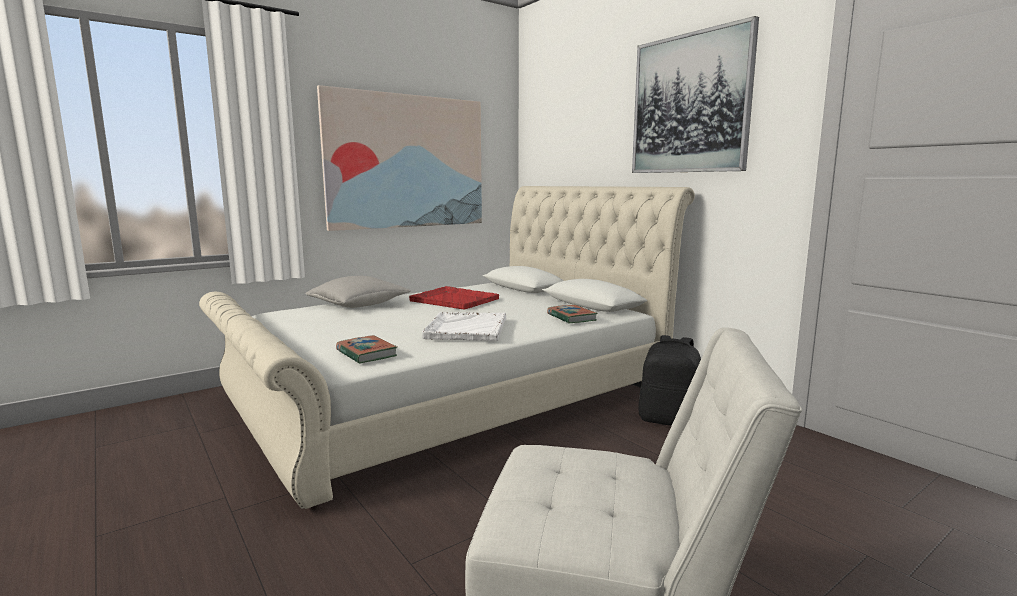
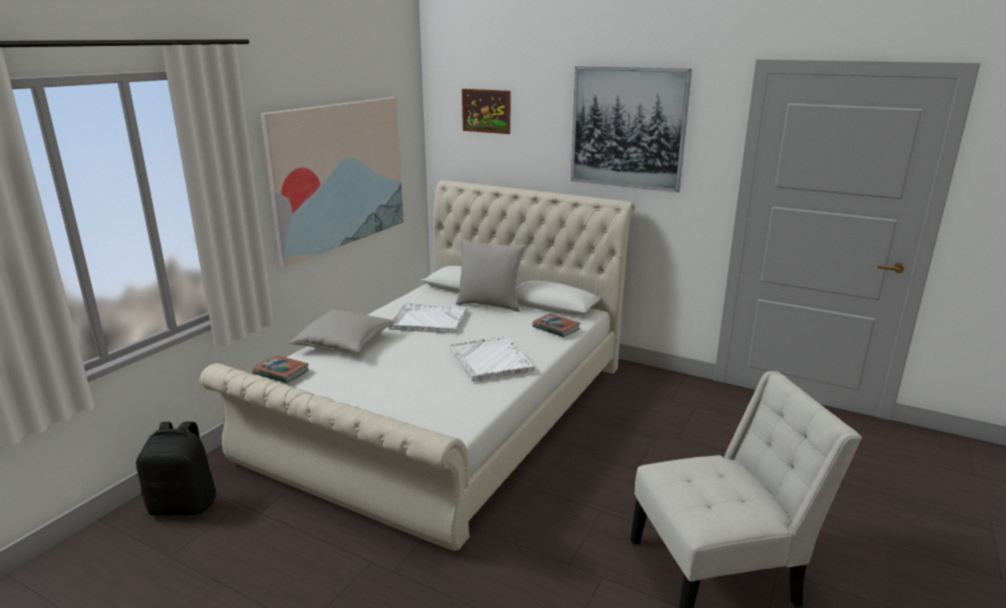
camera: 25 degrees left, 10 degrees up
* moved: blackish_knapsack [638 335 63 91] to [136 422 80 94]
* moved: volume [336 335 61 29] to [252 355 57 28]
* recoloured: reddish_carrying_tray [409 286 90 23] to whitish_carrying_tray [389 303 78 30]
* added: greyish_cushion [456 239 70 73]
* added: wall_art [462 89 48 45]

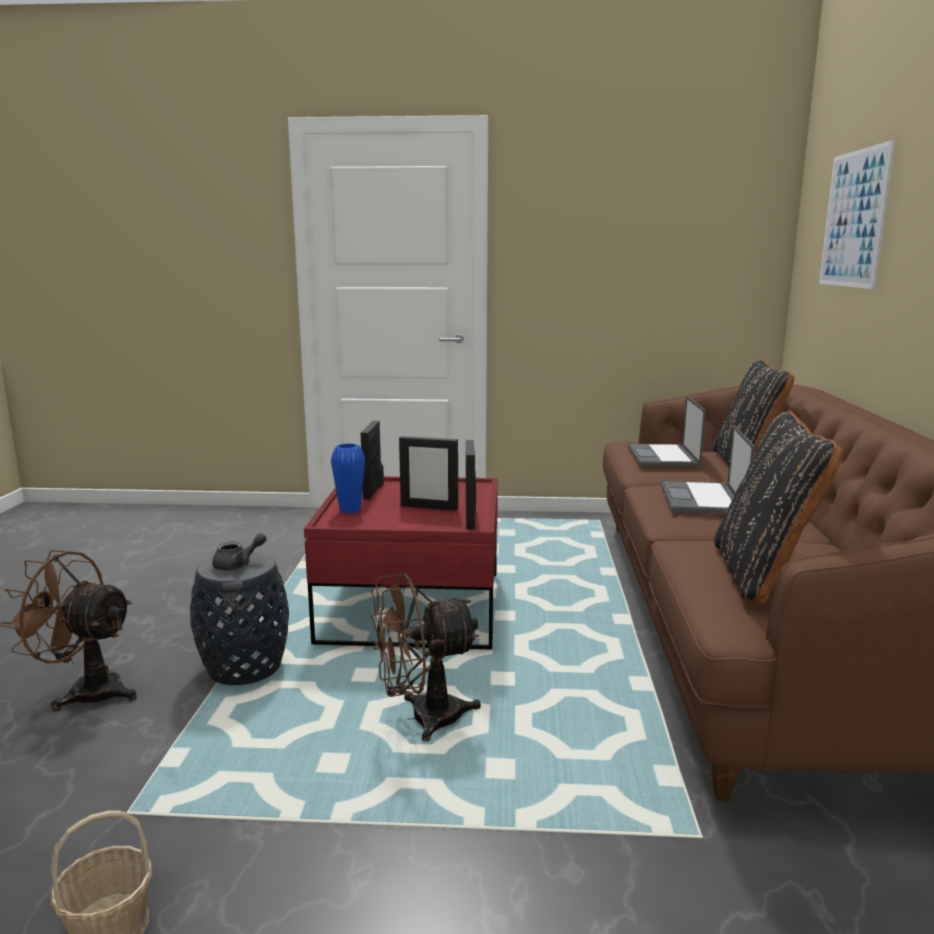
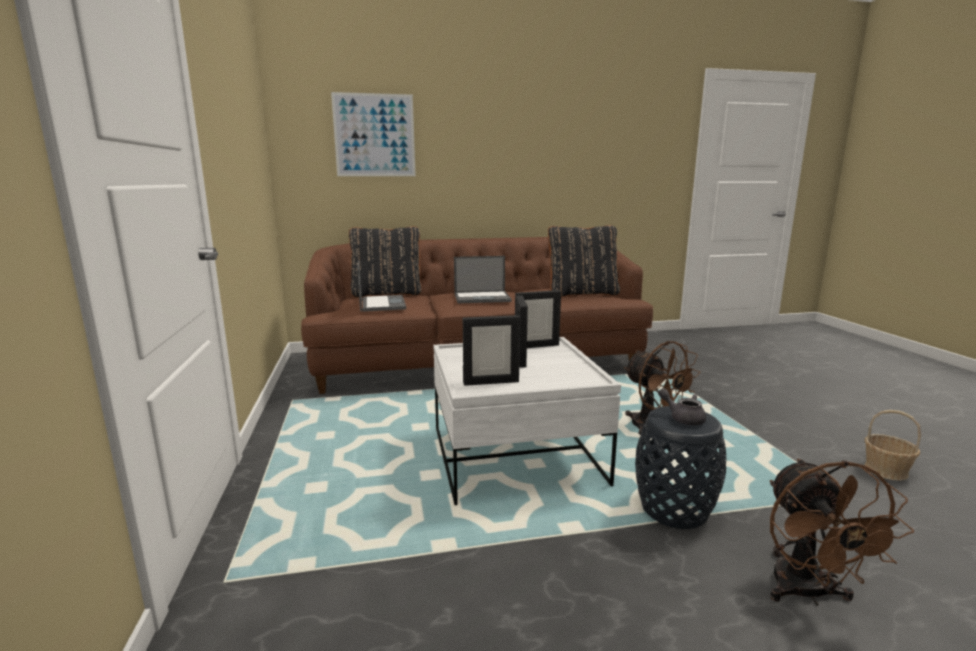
camera: 105 degrees left, 0 degrees up
* turned: portable_computer [628 396 78 71] = [357 260 49 52] 90 degrees counterclockwise
* recoloured: reddish_lounge_table [304 476 194 174] to whitish_lounge_table [434 337 187 168]
* removed: blue_decorative_vase [331 443 34 70]

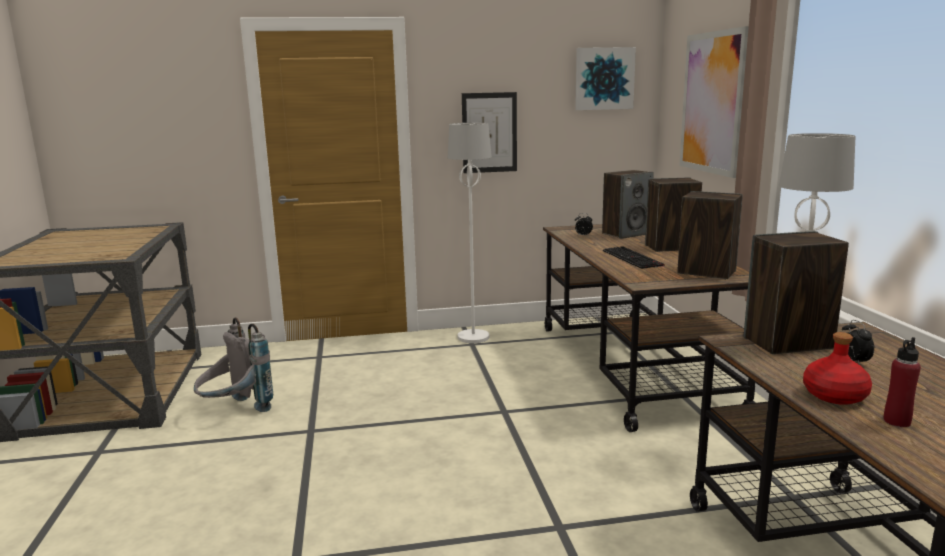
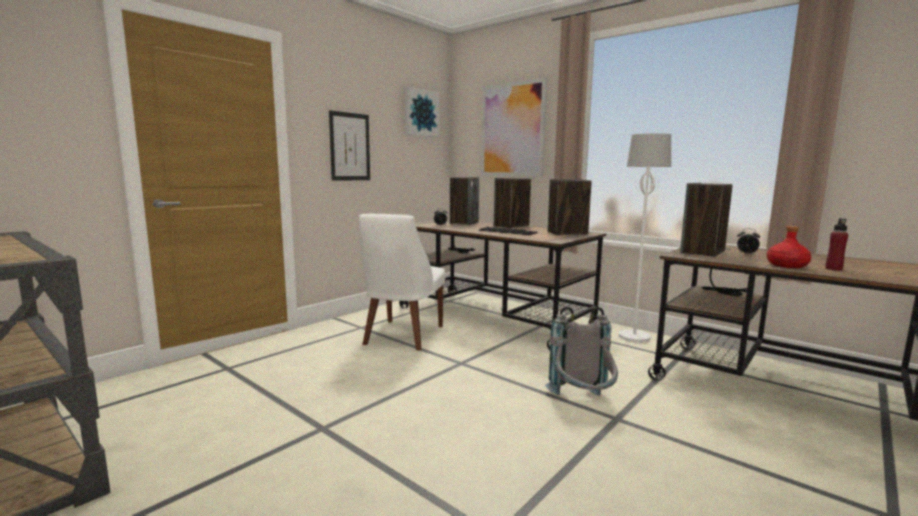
camera: 40 degrees left, 5 degrees down
* added: whitish_chair [359 214 86 137]
* moved: greyish_knapsack [194 318 79 94] to [545 307 73 89]
* removed: whitish_floor_lamp [448 123 44 220]

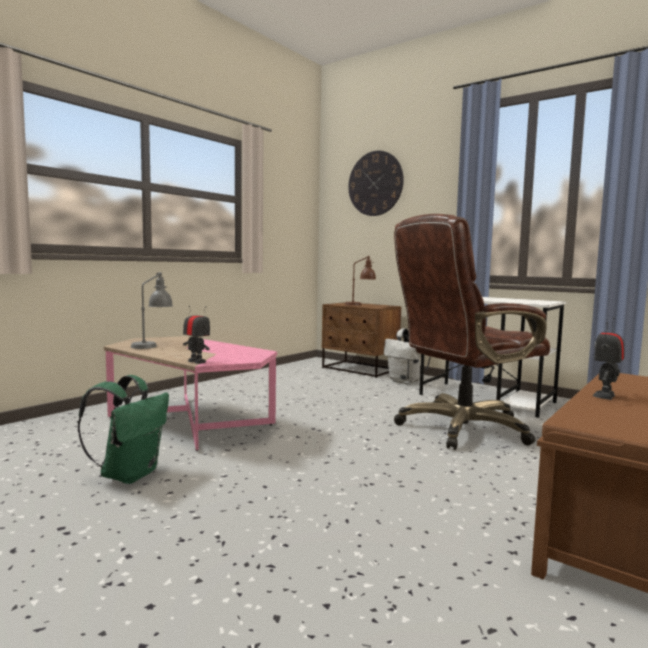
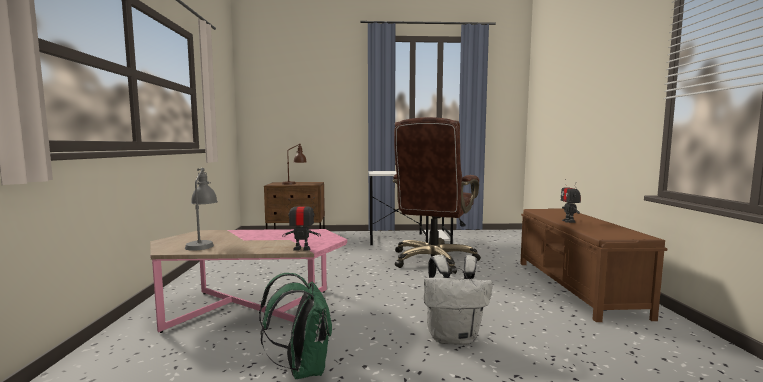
camera: 40 degrees left, 0 degrees up
* moved: whitish_knapsack [384 328 47 56] to [424 255 69 90]
* removed: hanging_clock [348 151 56 65]

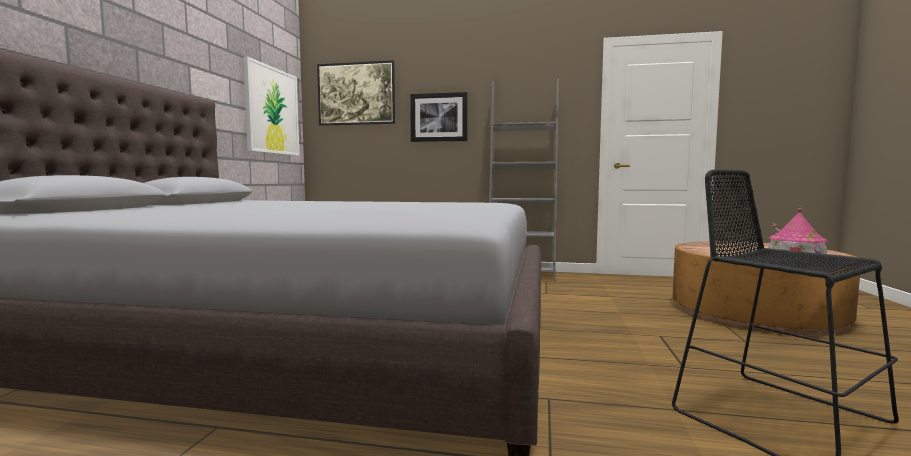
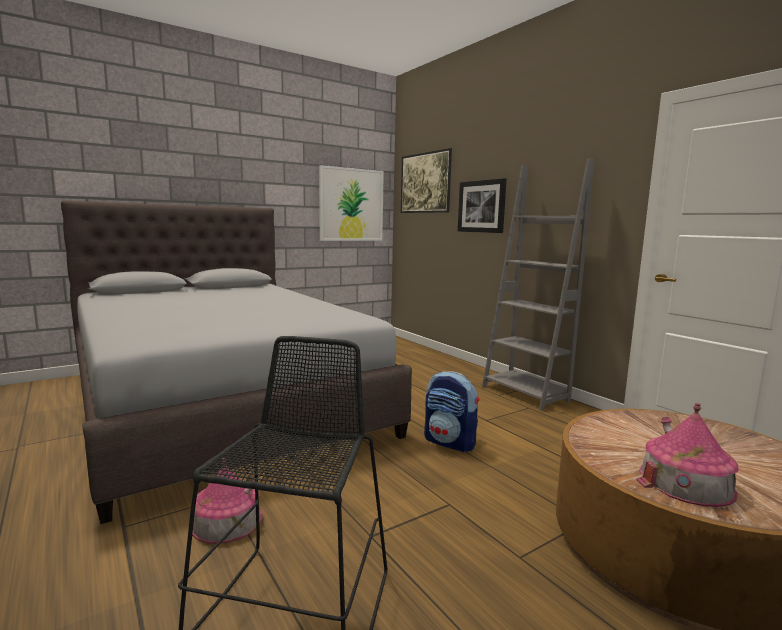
camera: 45 degrees right, 5 degrees up
* added: toy_house [192 458 70 86]
* added: knapsack [424 371 55 81]

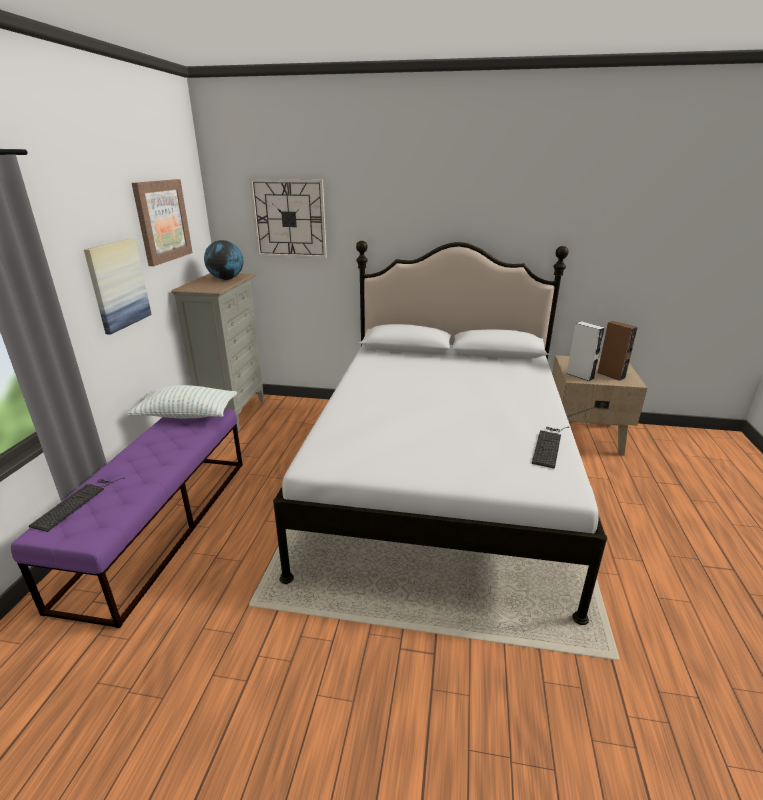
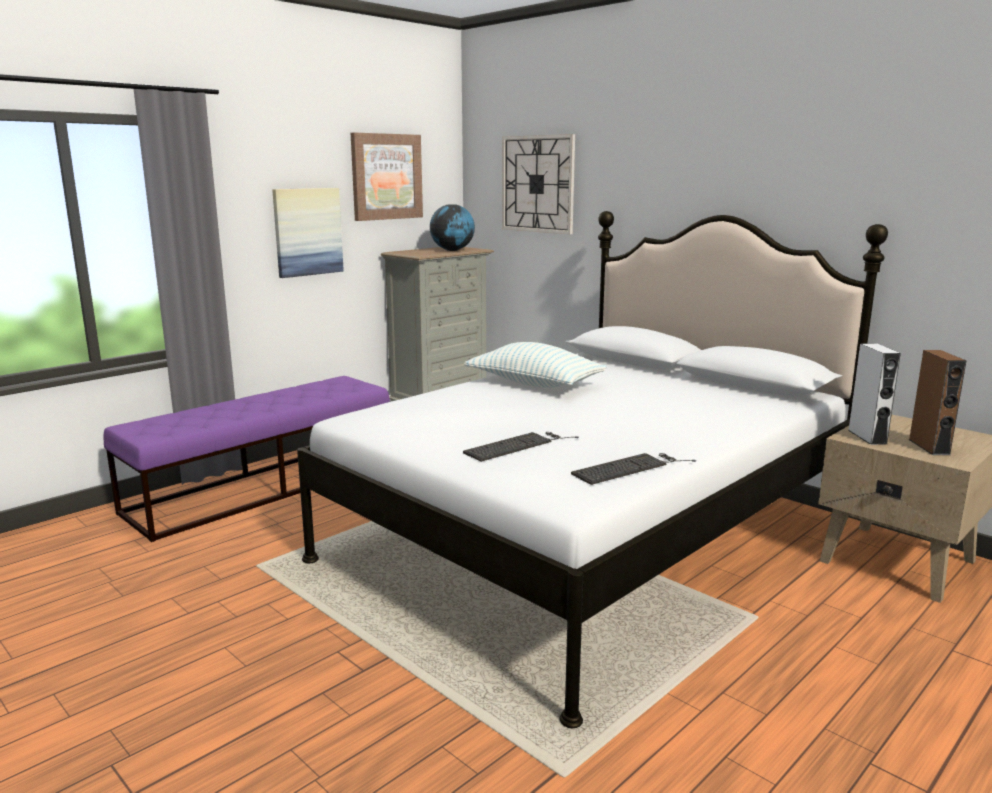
camera: 35 degrees right, 10 degrees down
* moved: keyboard [29 477 96 55] to [463 432 116 30]
* moved: cushion [127 385 110 33] to [464 342 143 46]

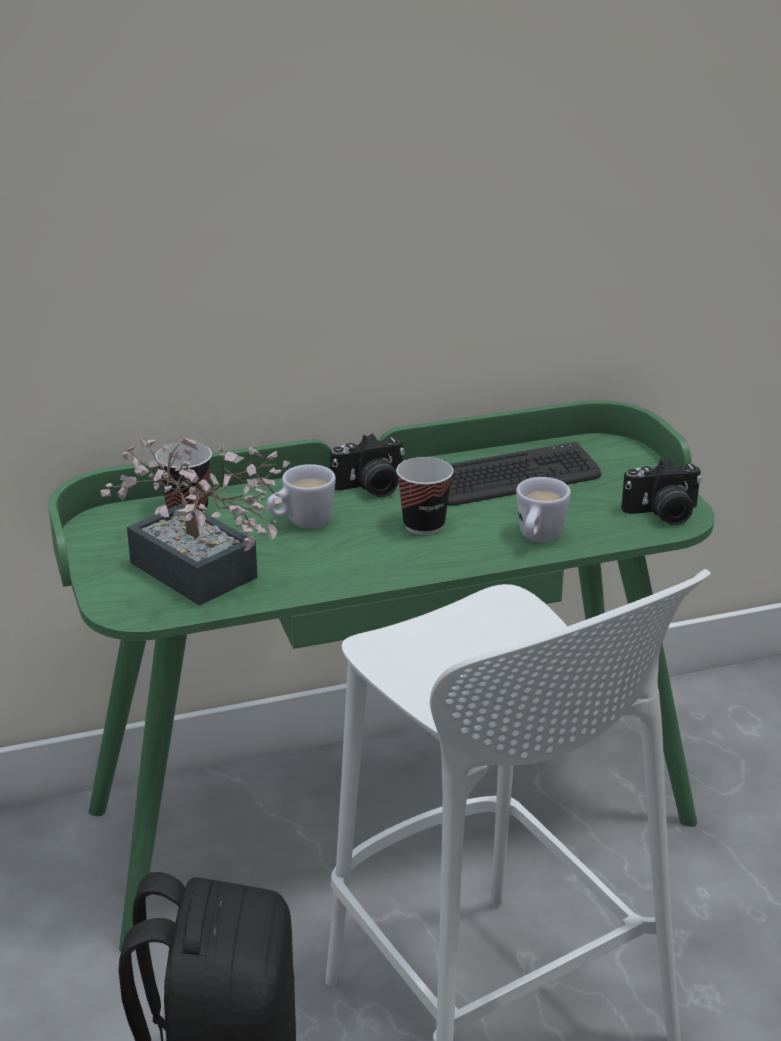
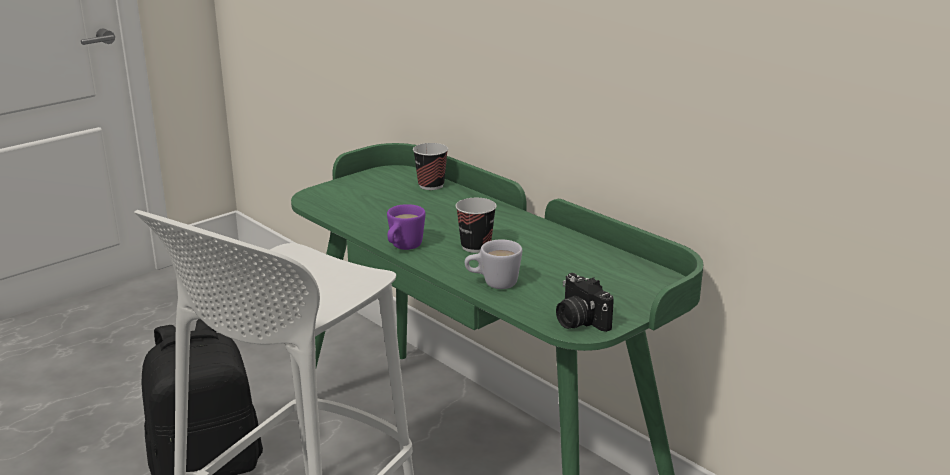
camera: 65 degrees right, 5 degrees down
* added: purple-coloured_mug [387 204 38 46]
* removed: plant_in_a_pot [100 437 190 169]
* removed: whitish_mug [267 464 69 65]
* removed: still_camera [330 434 75 63]
* removed: keyboard [447 442 154 64]

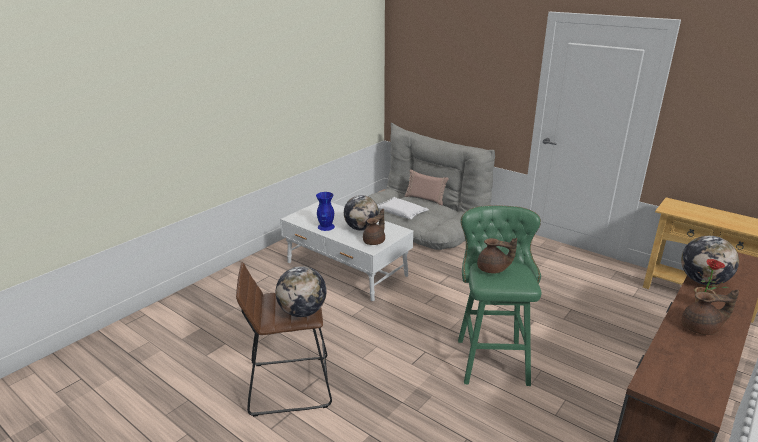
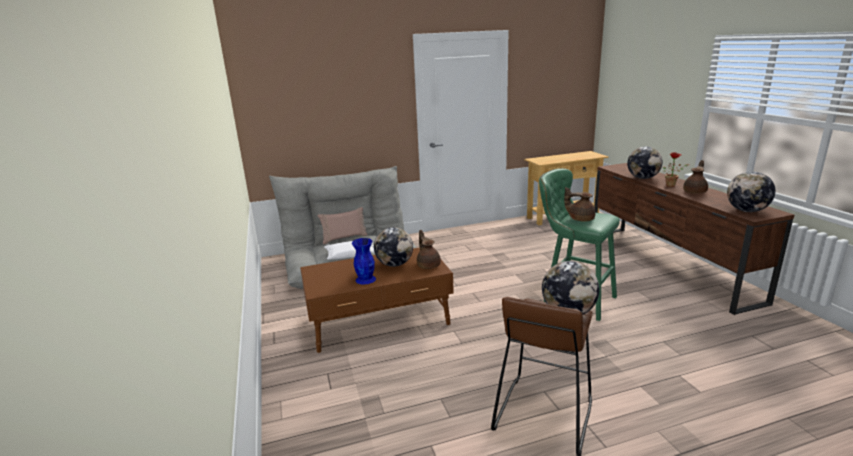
camera: 55 degrees left, 5 degrees down
* recoloured: whitish_lounge_table [280 202 134 99] to brown_lounge_table [300 247 154 106]
* turned: brown_pot_for_tea [477 238 40 36] = [564 187 31 35] 120 degrees counterclockwise
* added: world_globe [727 172 48 40]

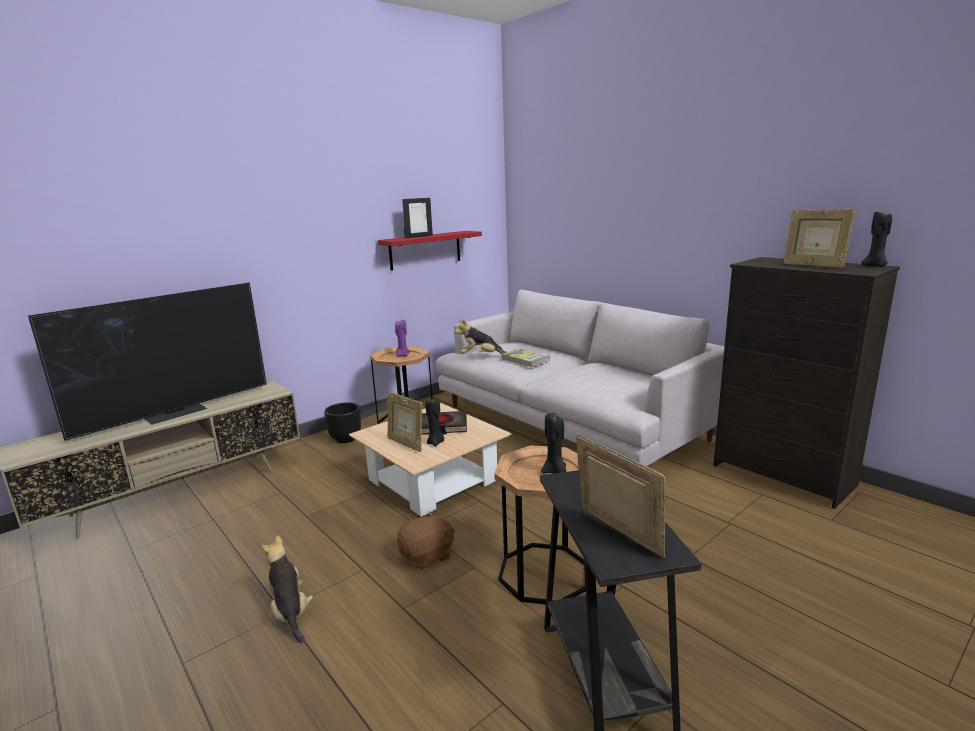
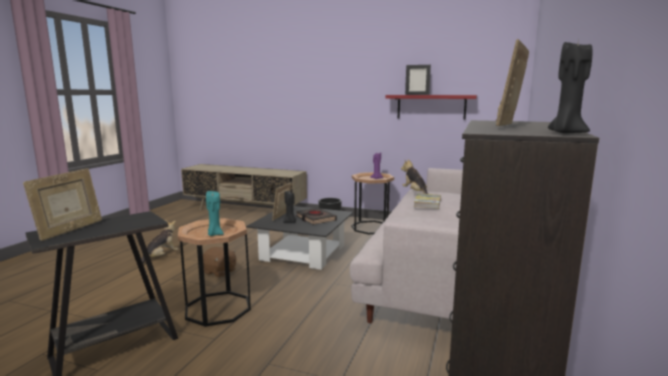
camera: 60 degrees right, 5 degrees down
* recoloured: blackish_candle [541 413 25 60] to turquoise_candle [206 191 18 45]
* recoloured: beige_lounge_table [349 403 163 113] to blackish_lounge_table [246 206 107 64]
* removed: television [28 282 239 159]

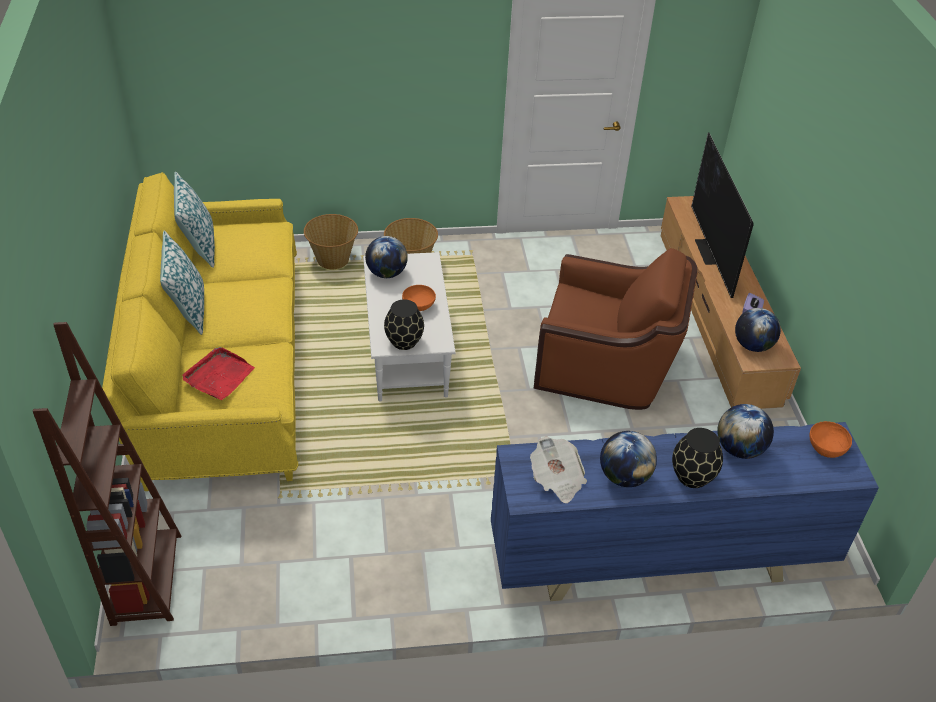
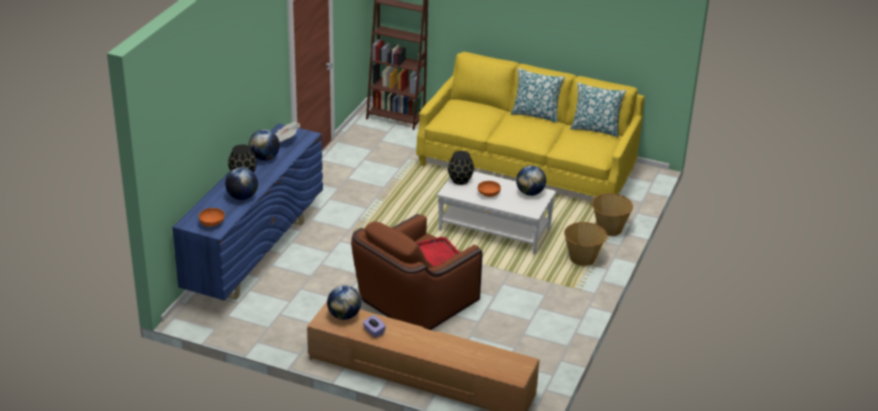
camera: 120 degrees right, 10 degrees down
* moved: reddish_carrying_tray [182 347 73 53] to [417 236 43 31]
* removed: television [691 133 63 165]

